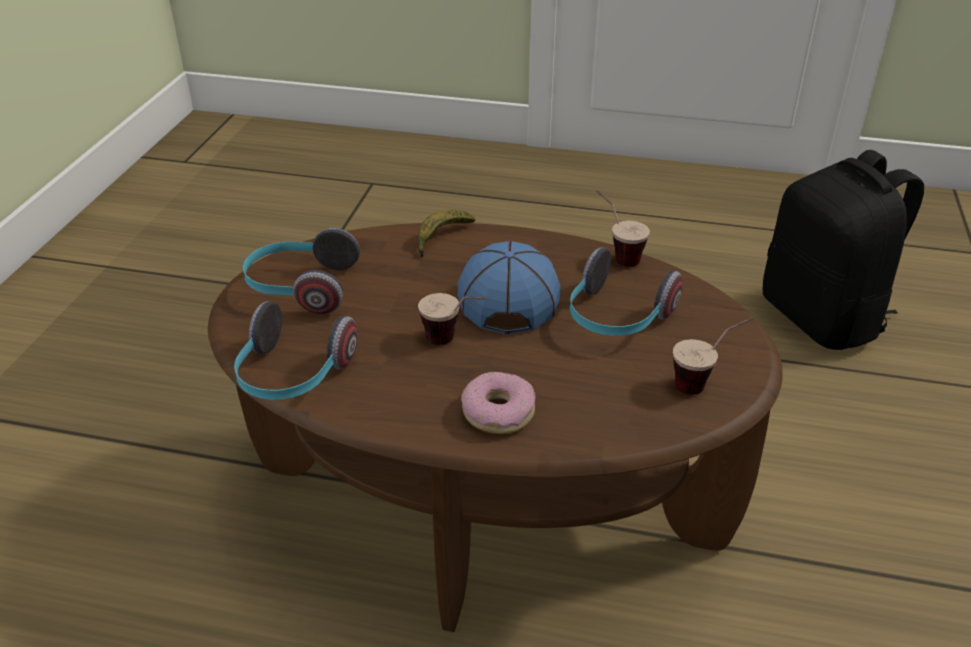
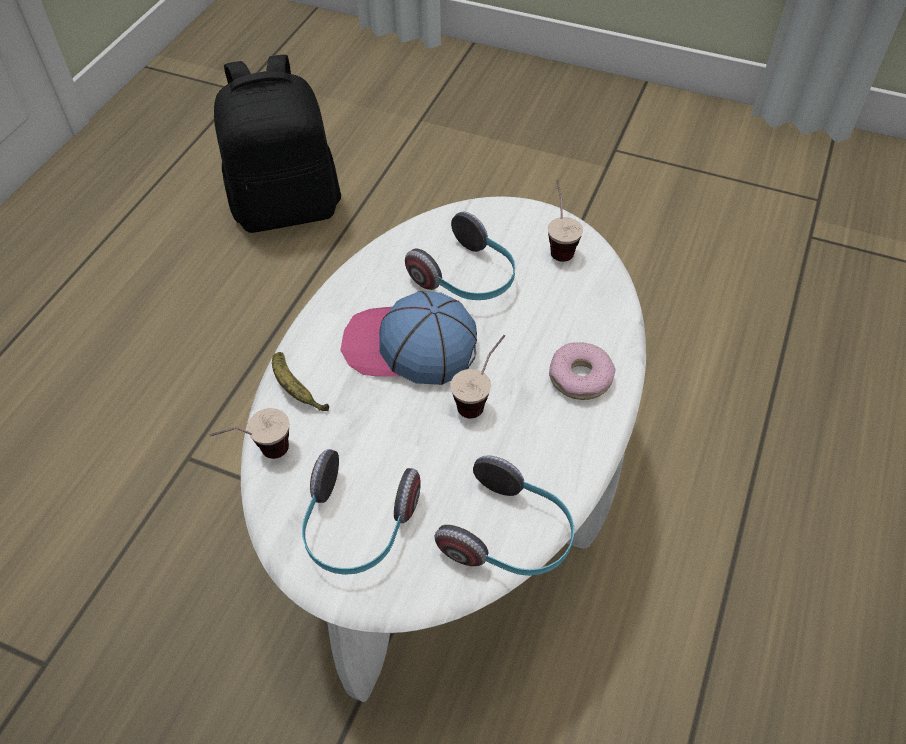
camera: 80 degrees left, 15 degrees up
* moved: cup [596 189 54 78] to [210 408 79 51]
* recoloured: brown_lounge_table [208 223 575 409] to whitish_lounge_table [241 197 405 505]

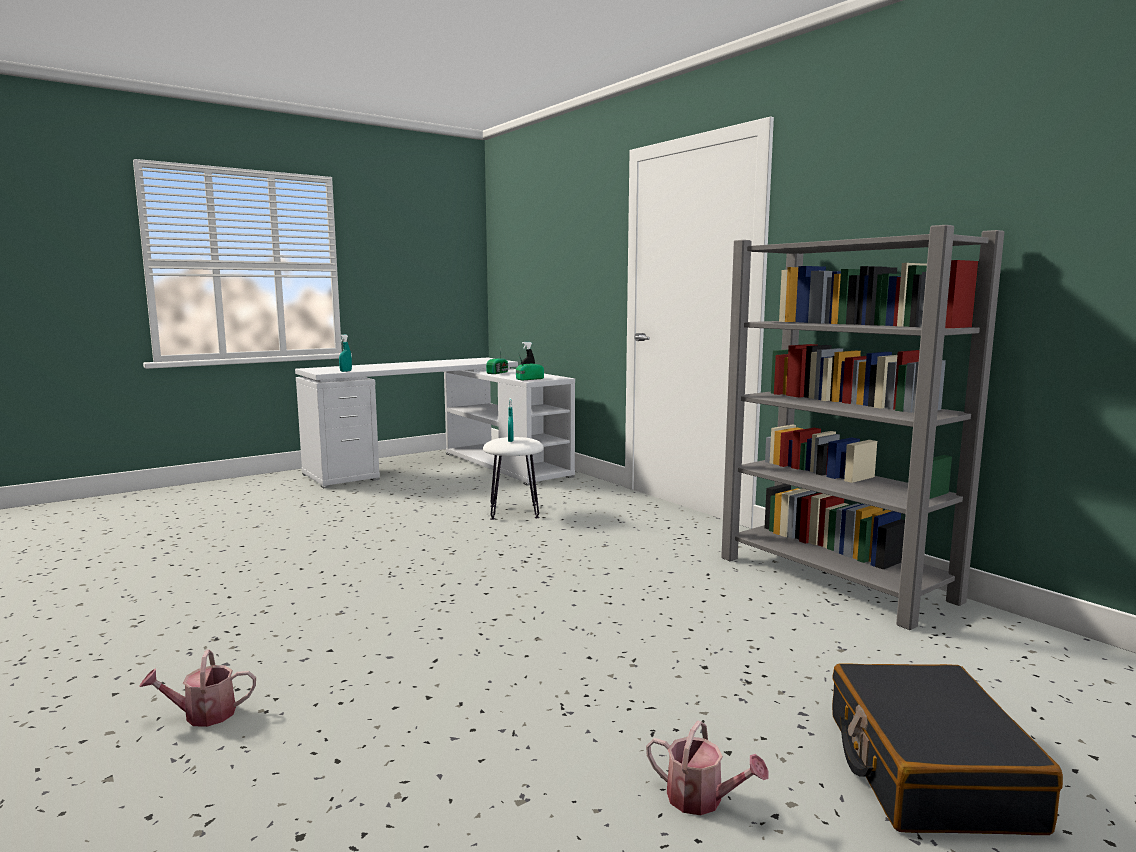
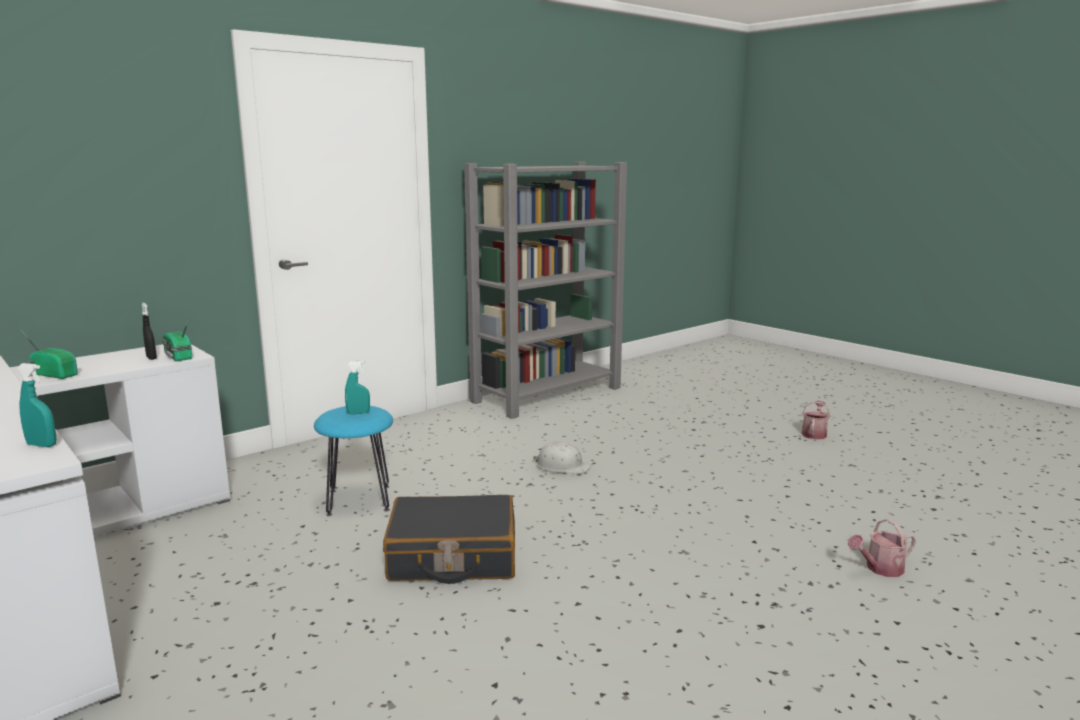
camera: 95 degrees left, 5 degrees up
* recoloured: whitish_stool_seat [483 437 61 83] to turquoise_stool_seat [314 406 79 110]
* moved: blackish_suitcase [832 663 231 172] to [383 495 132 89]
* added: whitish_work_helmet [533 441 58 33]
* turned: sprinkling_can [140 650 116 77] = [848 519 68 58] 90 degrees clockwise

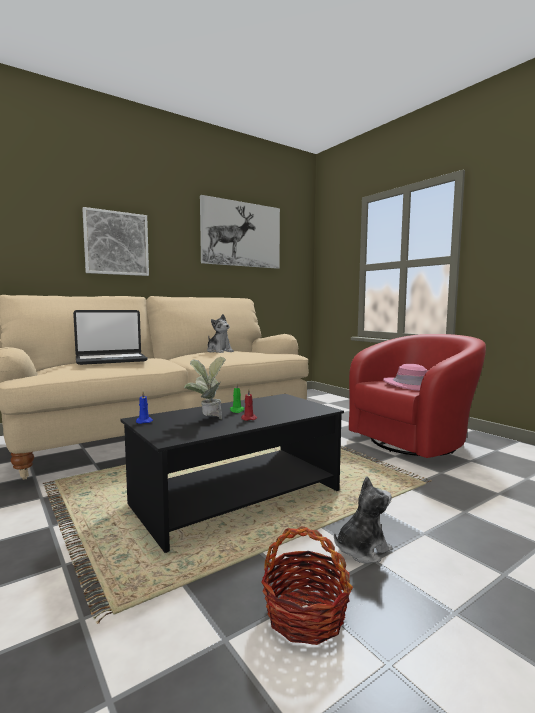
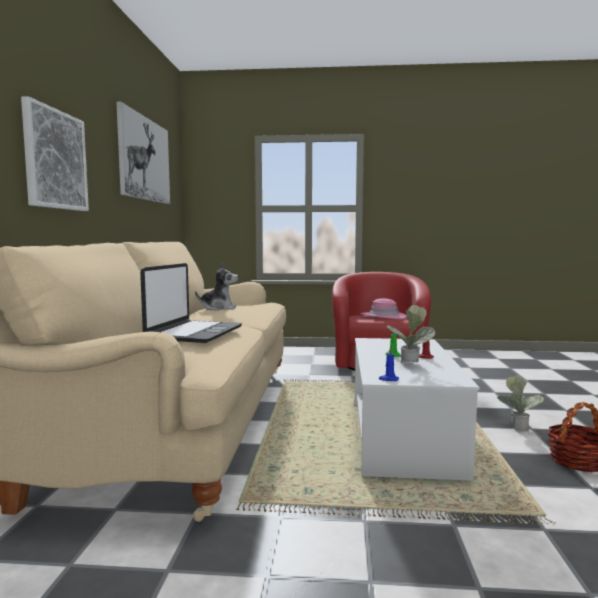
camera: 50 degrees left, 0 degrees up
* recoloured: blackish_lounge_table [120 394 224 159] to whitish_lounge_table [355 338 125 143]
* replaced: cuddly_toy [334 477 59 87] to plant_in_a_pot [497 375 47 57]

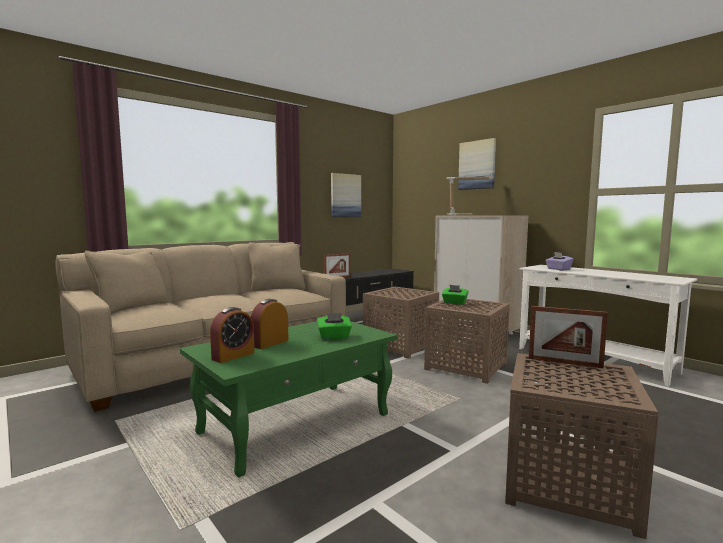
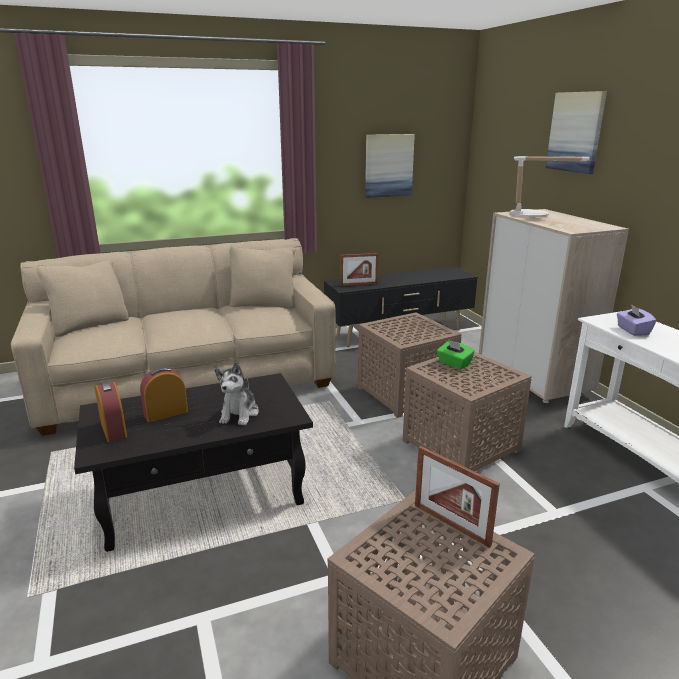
camera: 20 degrees right, 15 degrees up
* recoloured: green_lounge_table [180 321 217 156] to blackish_lounge_table [74 373 239 179]
* turned: table_clock [210 307 45 56] = [95 381 32 61] 90 degrees counterclockwise
* replaced: green_tissue_holder [317 313 35 27] to cuddly_toy [215 362 44 63]

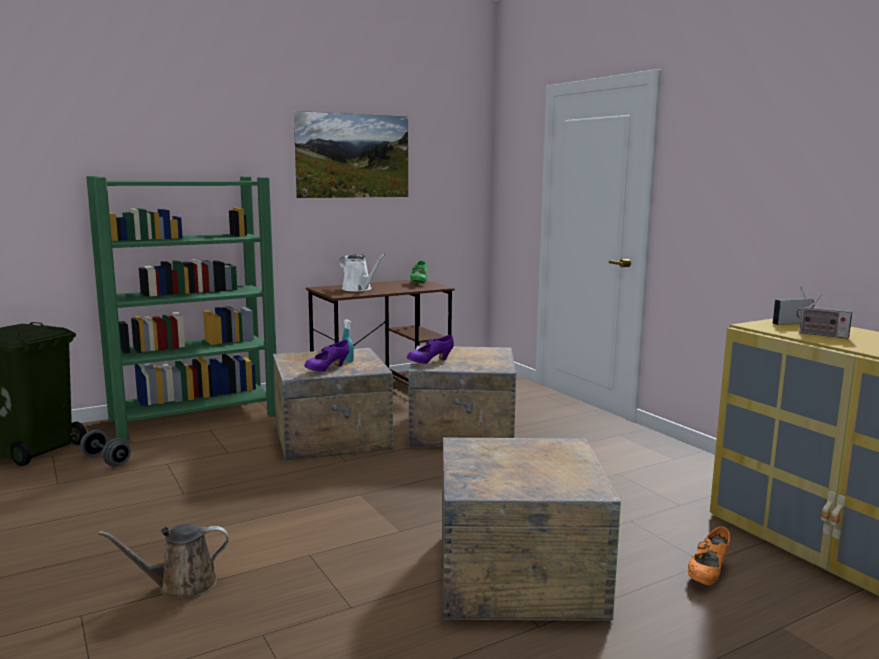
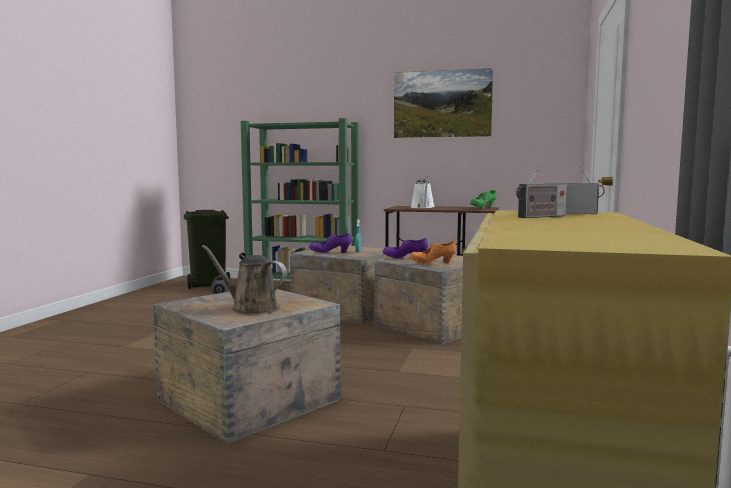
camera: 45 degrees right, 5 degrees down
* moved: brown_sprinkling_can [98 524 130 75] to [202 245 85 69]
* moved: orange-coloured_shoe [688 526 42 60] to [409 241 47 23]
* turned: radio [796 294 56 45] = [516 166 51 52] 105 degrees counterclockwise

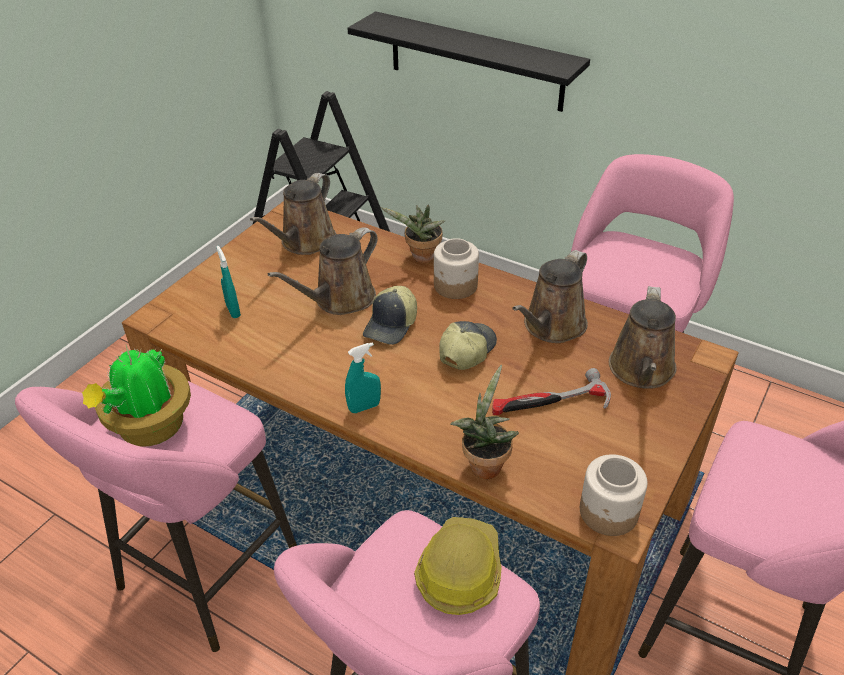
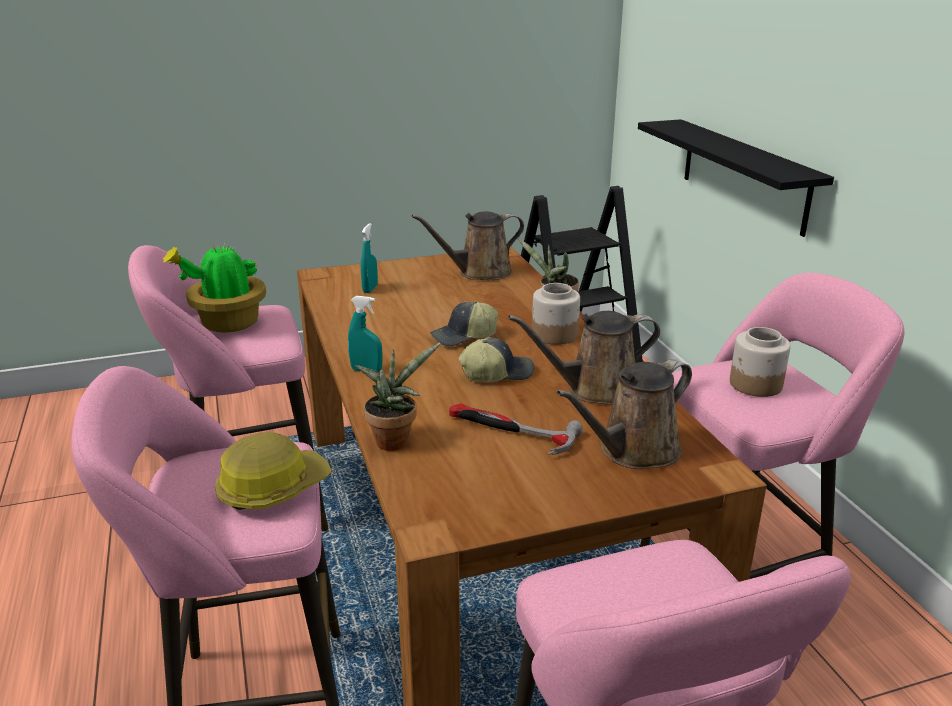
camera: 40 degrees right, 15 degrees down
* moved: preserve_jar [580 454 67 82] to [730 327 61 70]
* removed: brown_sprinkling_can [268 227 110 88]

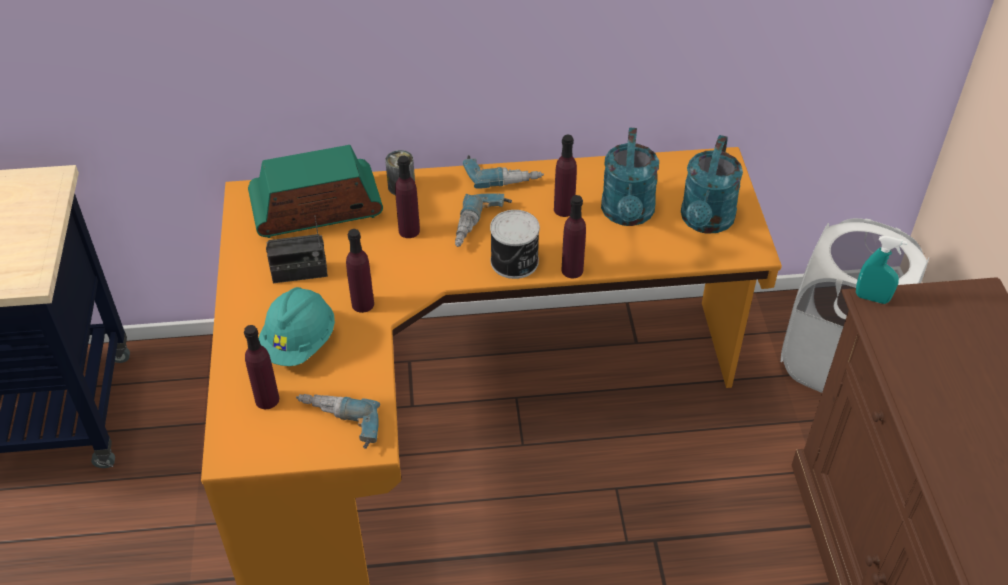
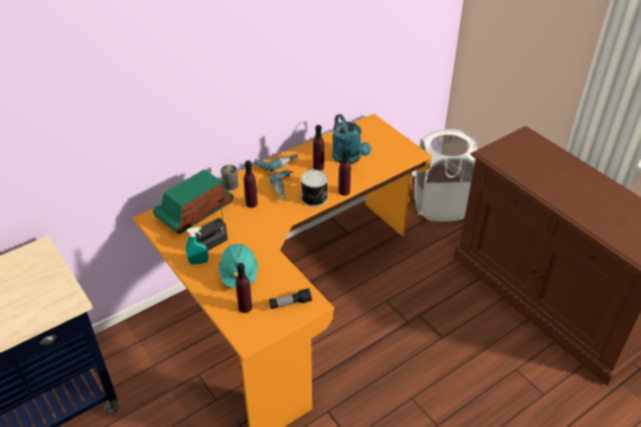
camera: 30 degrees left, 5 degrees down
* moved: turquoise_hand_sprayer [856 236 51 68] to [186 227 22 38]
* replaced: drill [296 394 84 55] to hand_torch [269 288 43 21]
* removed: purple-coloured_drink_bottle [346 229 28 84]
* removed: turquoise_sprinkling_can [681 135 62 99]

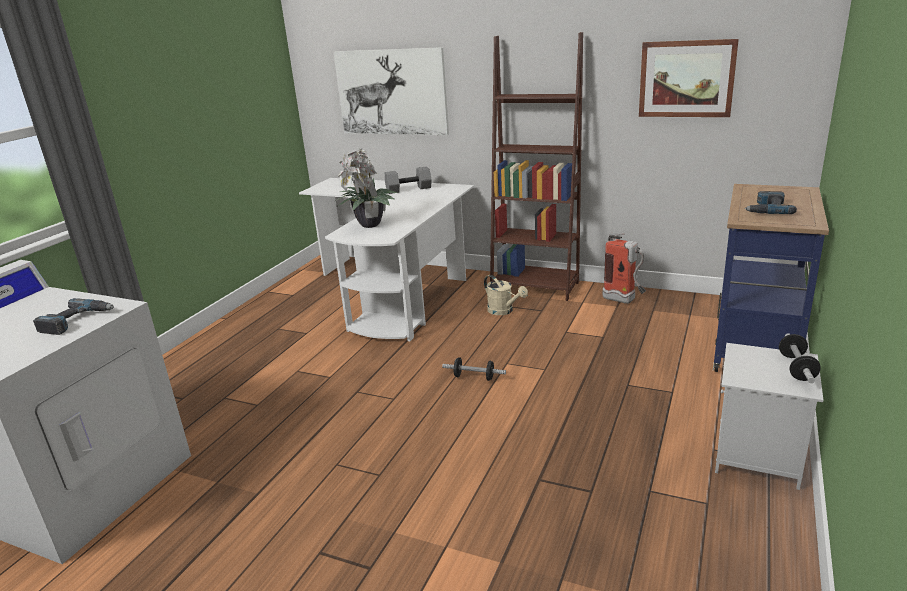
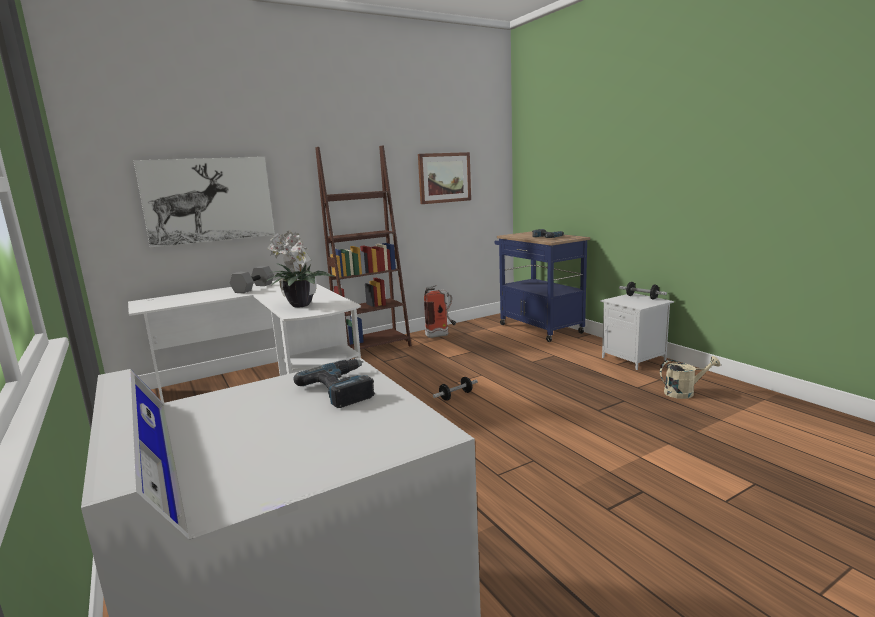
camera: 55 degrees left, 10 degrees down
* moved: beige_sprinkling_can [484 275 44 40] to [660 356 60 43]

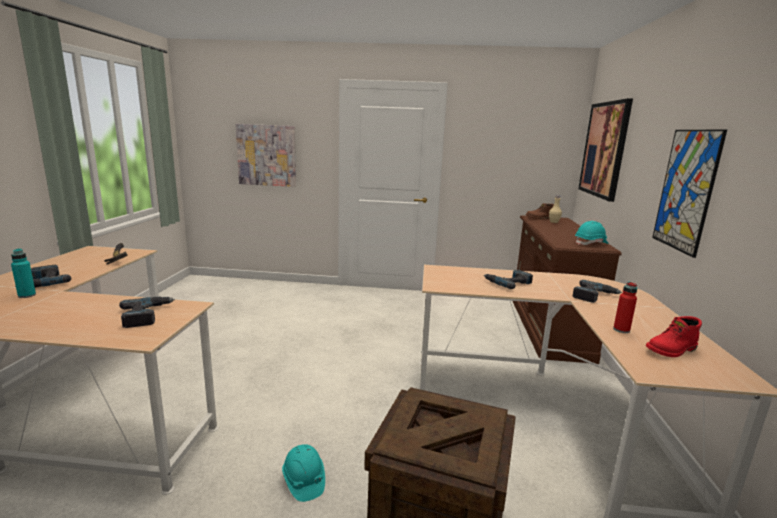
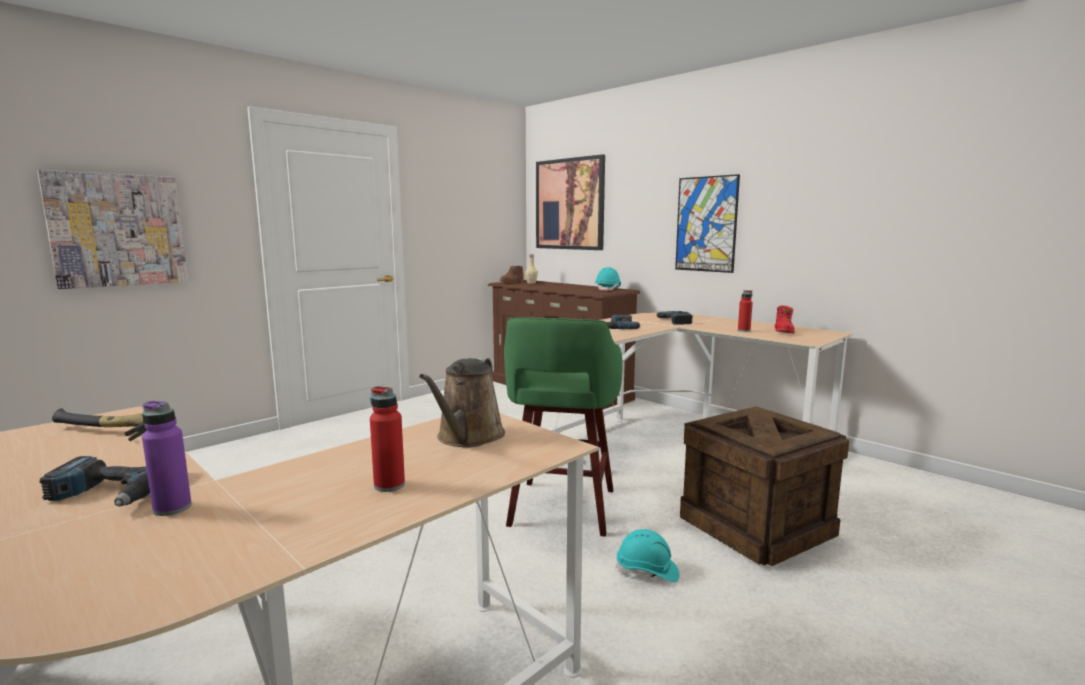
camera: 50 degrees left, 5 degrees down
* recoloured: turquoise_drink_bottle [11 249 25 49] to purple-coloured_drink_bottle [142 401 50 115]
* added: reddish_drink_bottle [370 386 35 106]
* replaced: drill [119 297 56 31] to brown_sprinkling_can [419 358 86 89]
* added: green_stool_seat [504 317 118 220]

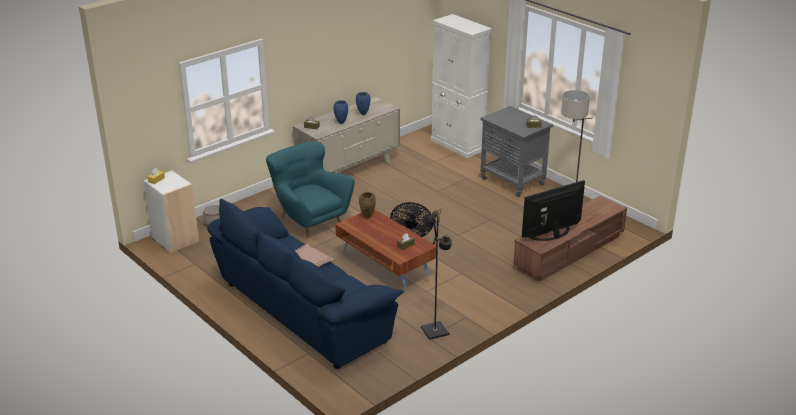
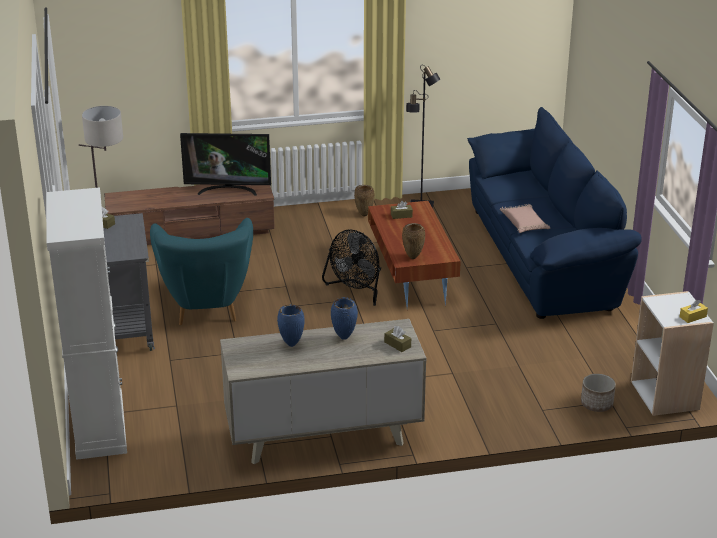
camera: 150 degrees left, 0 degrees up
* moved: turquoise_easy_chair [266 142 89 96] to [150 218 103 107]
* added: brown_decorative_vase [354 185 21 32]

